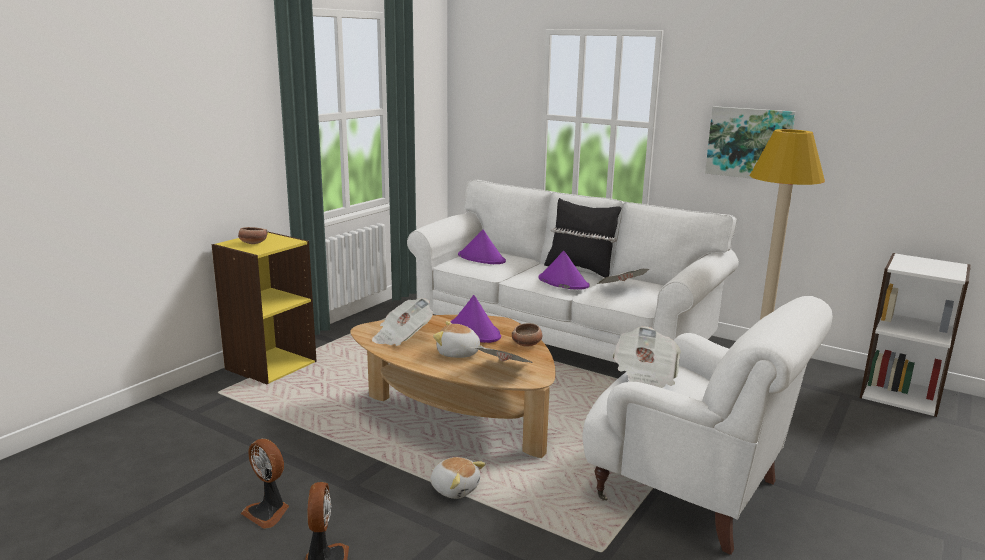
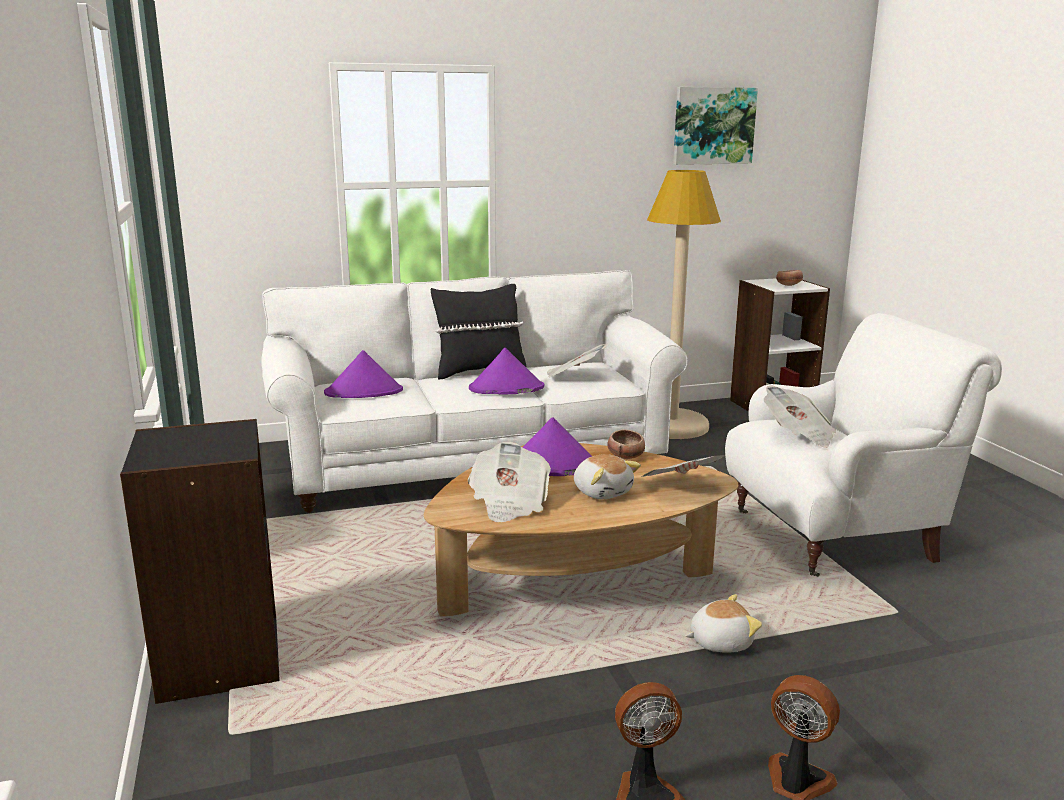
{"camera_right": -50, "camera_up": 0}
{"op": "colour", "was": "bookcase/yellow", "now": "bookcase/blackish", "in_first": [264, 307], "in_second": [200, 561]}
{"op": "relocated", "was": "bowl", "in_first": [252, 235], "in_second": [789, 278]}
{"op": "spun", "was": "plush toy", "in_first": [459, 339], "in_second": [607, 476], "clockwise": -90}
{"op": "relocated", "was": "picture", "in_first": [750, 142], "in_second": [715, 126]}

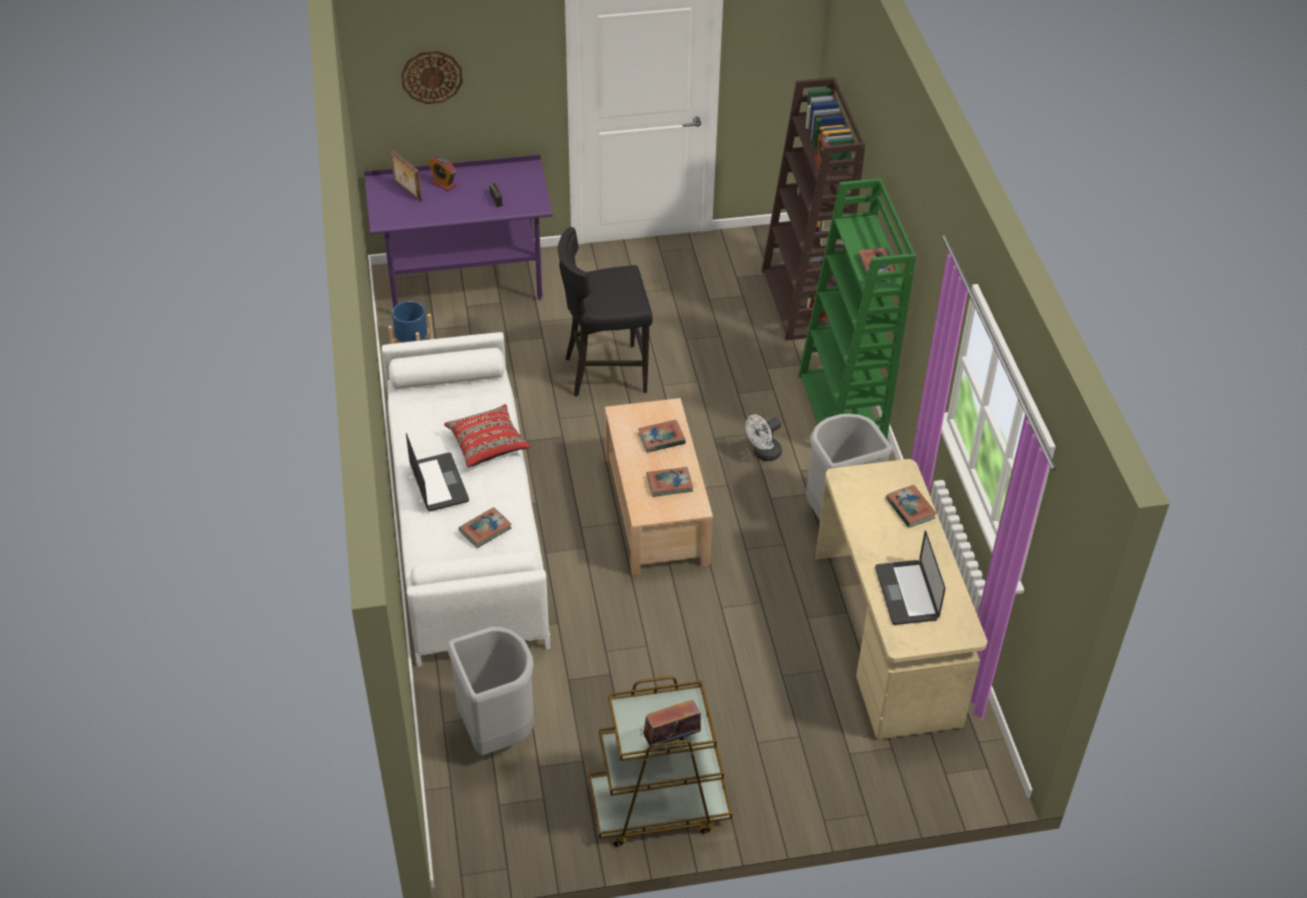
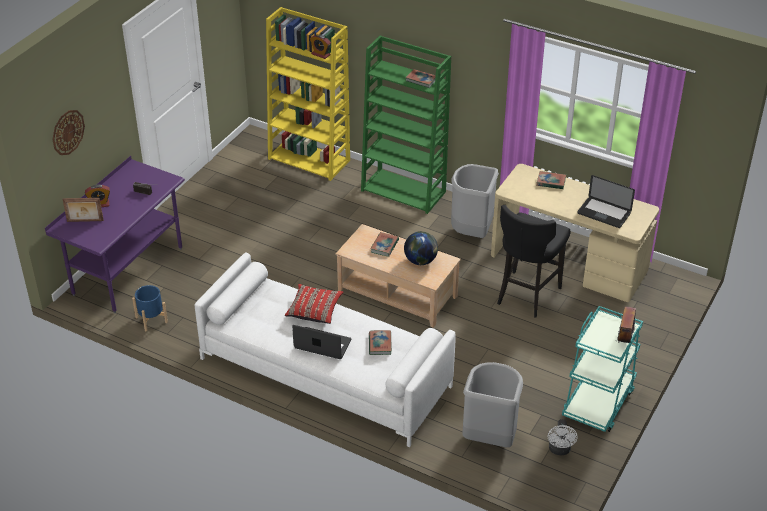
{"camera_right": -50, "camera_up": -5}
{"op": "relocated", "was": "stool/blackish", "in_first": [605, 311], "in_second": [533, 261]}
{"op": "colour", "was": "trolley/brown-coloured", "now": "trolley/turquoise", "in_first": [660, 761], "in_second": [602, 369]}
{"op": "exchanged", "was": "book", "now": "world globe", "in_first": [670, 482], "in_second": [421, 248]}
{"op": "relocated", "was": "cooling fan/whitish", "in_first": [764, 437], "in_second": [563, 437]}
{"op": "colour", "was": "bookcase/brown-coloured", "now": "bookcase/yellow", "in_first": [813, 209], "in_second": [308, 94]}

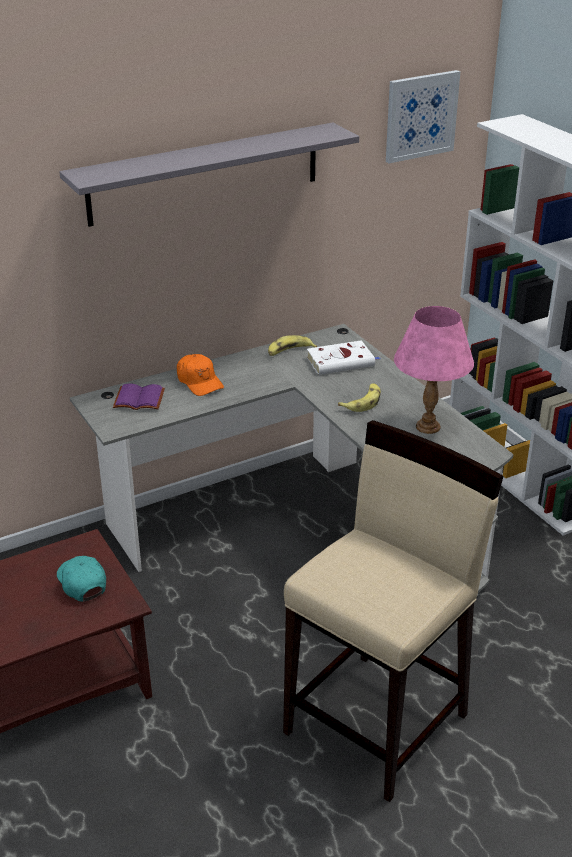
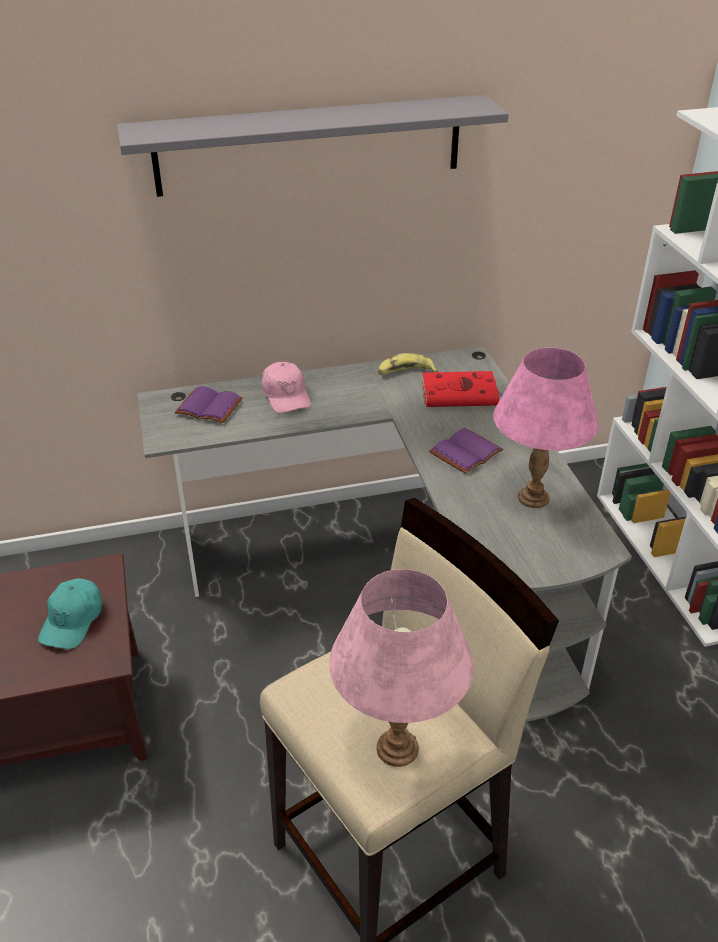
{"camera_right": 15, "camera_up": 5}
{"op": "spun", "was": "peaked cap/turquoise", "in_first": [81, 579], "in_second": [70, 614], "clockwise": -150}
{"op": "colour", "was": "peaked cap/orange", "now": "peaked cap/pink", "in_first": [200, 375], "in_second": [286, 387]}
{"op": "colour", "was": "book/whitish", "now": "book/red-coloured", "in_first": [343, 357], "in_second": [462, 389]}
{"op": "exchanged", "was": "banana fruit", "now": "book/purple", "in_first": [359, 397], "in_second": [466, 451]}
{"op": "missing", "was": "picture", "in_first": [423, 116]}
{"op": "appeared", "now": "table lamp/pink", "in_second": [401, 668]}

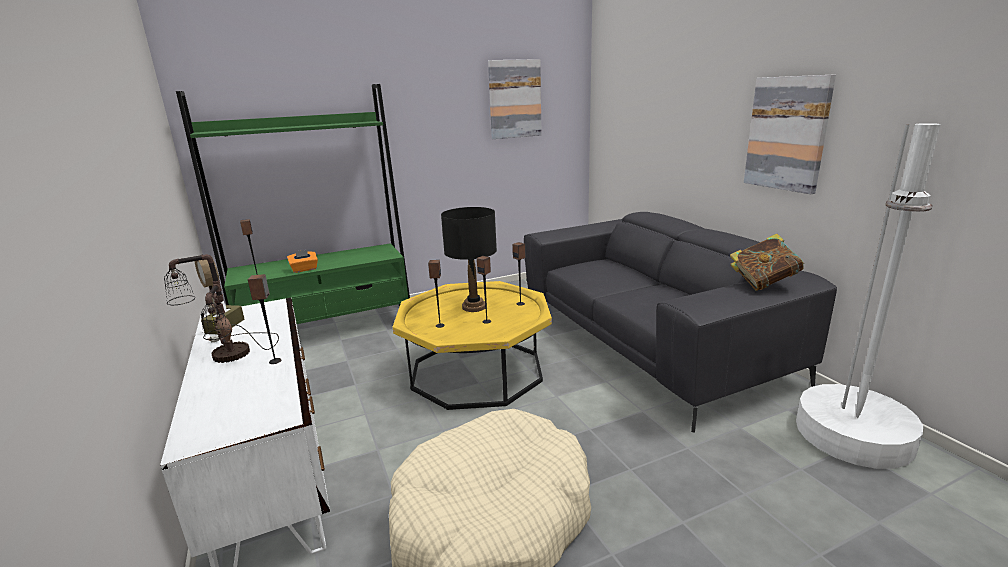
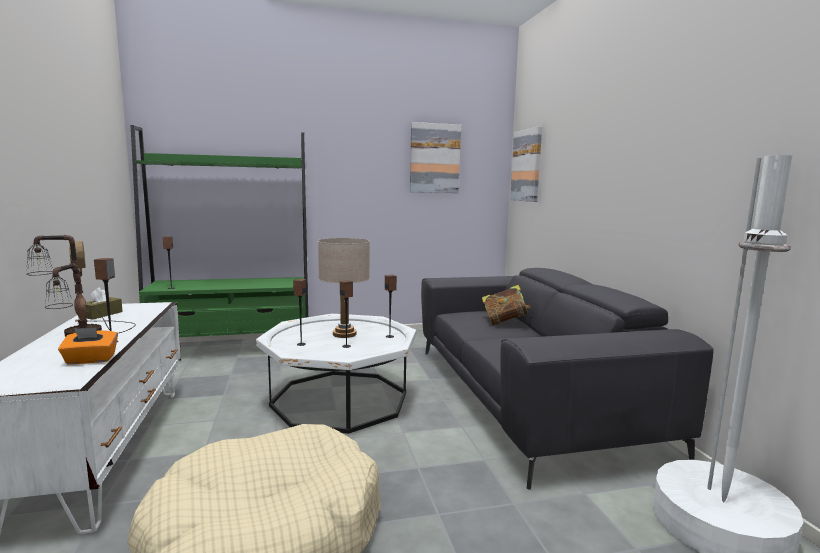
{"camera_right": 10, "camera_up": -10}
{"op": "relocated", "was": "tissue holder/orange", "in_first": [302, 261], "in_second": [88, 346]}
{"op": "colour", "was": "coffee table/yellow", "now": "coffee table/whitish", "in_first": [472, 345], "in_second": [336, 374]}
{"op": "colour", "was": "table lamp/blackish", "now": "table lamp/sand-coloured", "in_first": [469, 259], "in_second": [344, 288]}
{"op": "relocated", "was": "book", "in_first": [767, 262], "in_second": [506, 305]}
{"op": "relocated", "was": "picture", "in_first": [790, 134], "in_second": [526, 164]}

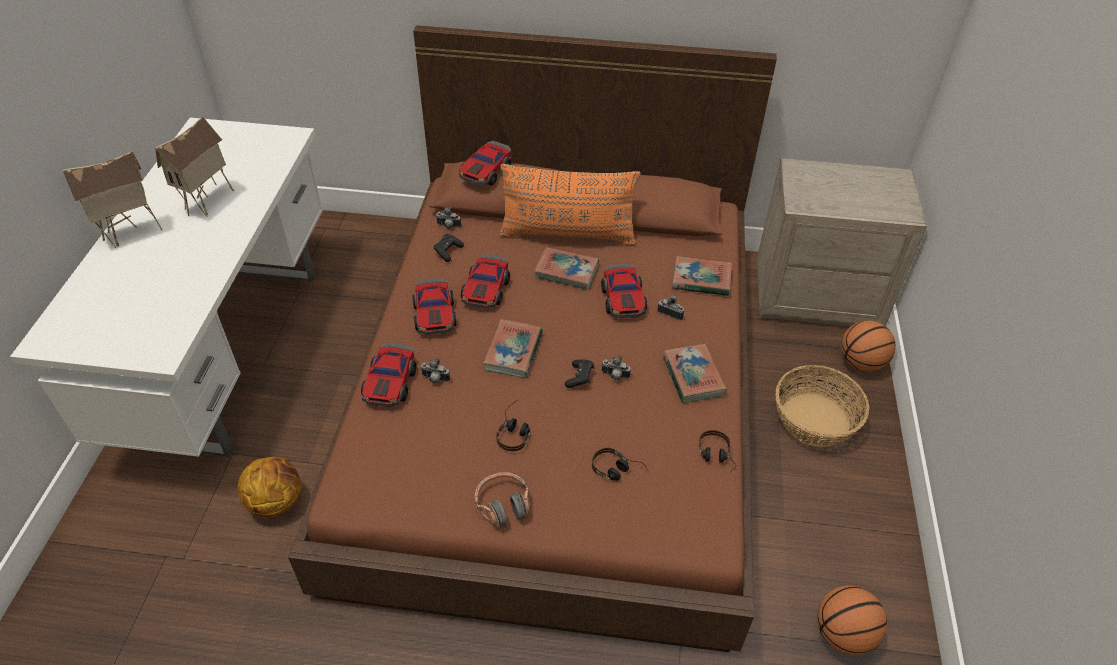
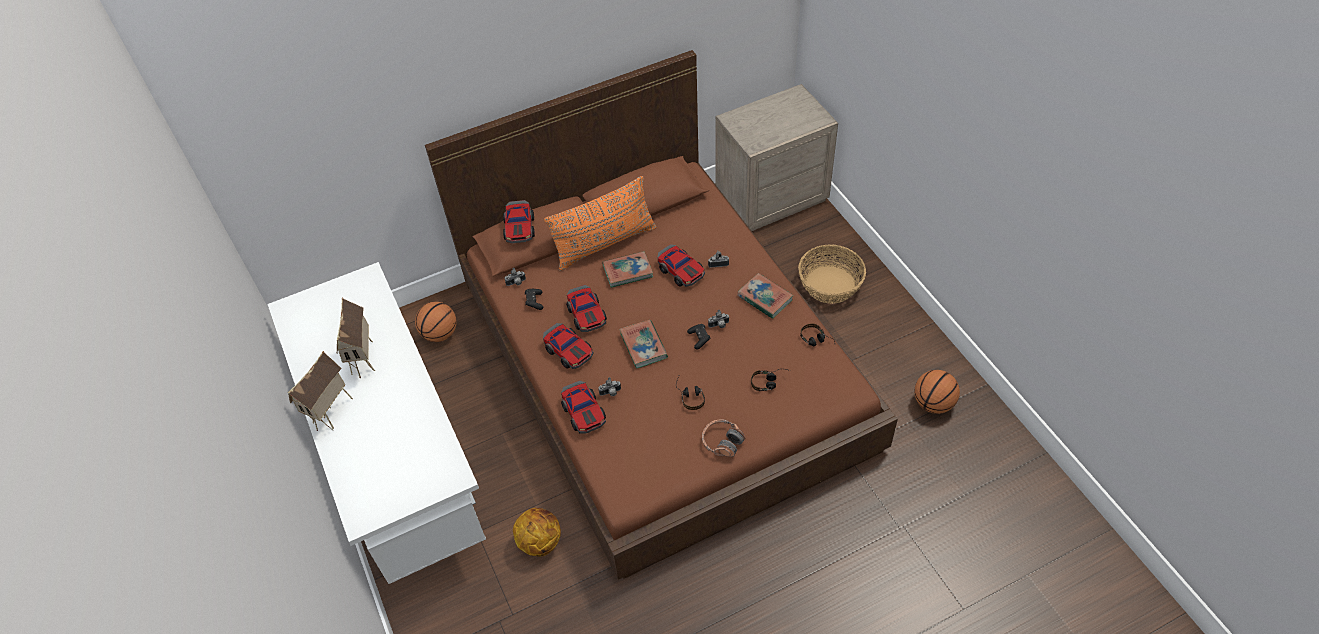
{"camera_right": -30, "camera_up": 5}
{"op": "missing", "was": "book", "in_first": [702, 276]}
{"op": "relocated", "was": "basketball ball", "in_first": [868, 346], "in_second": [436, 322]}

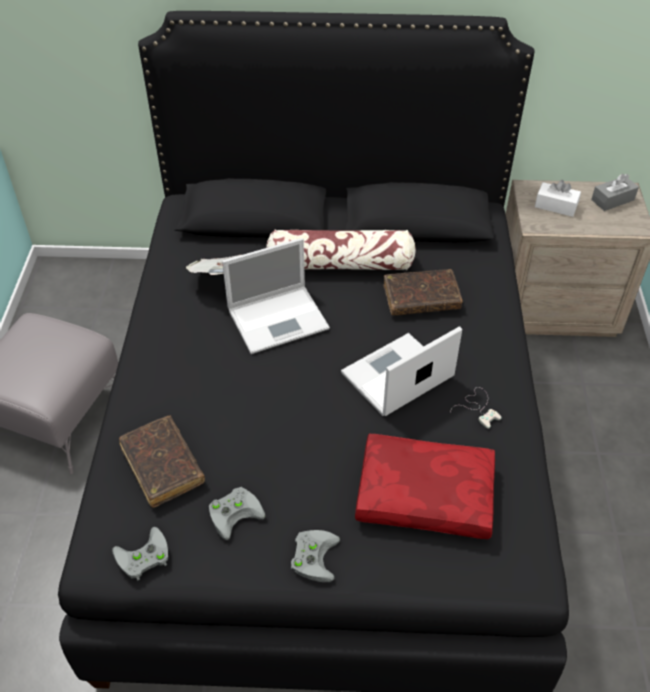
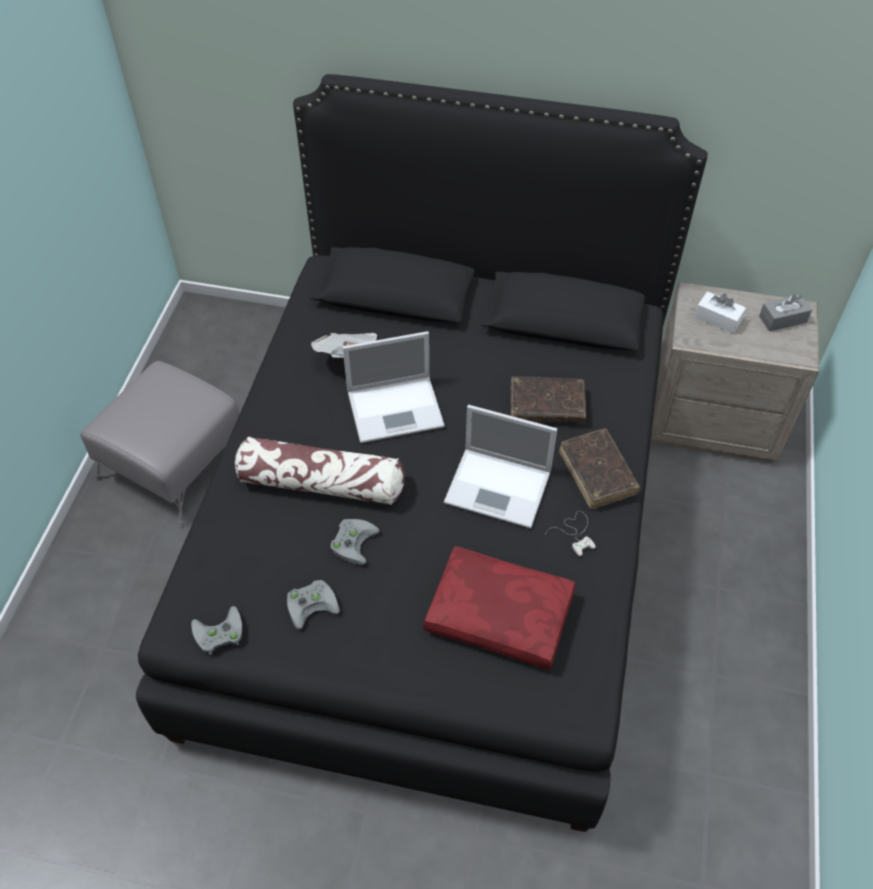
{"camera_right": 10, "camera_up": 5}
{"op": "relocated", "was": "book/brown-coloured", "in_first": [162, 462], "in_second": [599, 469]}
{"op": "relocated", "was": "pillow", "in_first": [341, 250], "in_second": [320, 471]}
{"op": "relocated", "was": "game controller/greyish", "in_first": [315, 556], "in_second": [354, 542]}
{"op": "spun", "was": "laptop", "in_first": [401, 371], "in_second": [500, 467], "clockwise": -135}

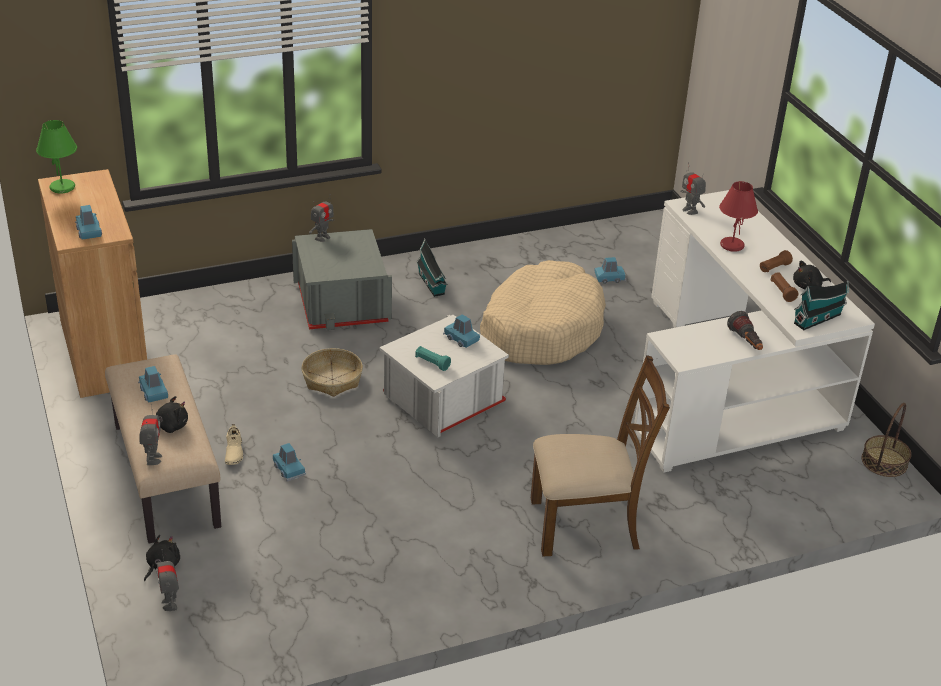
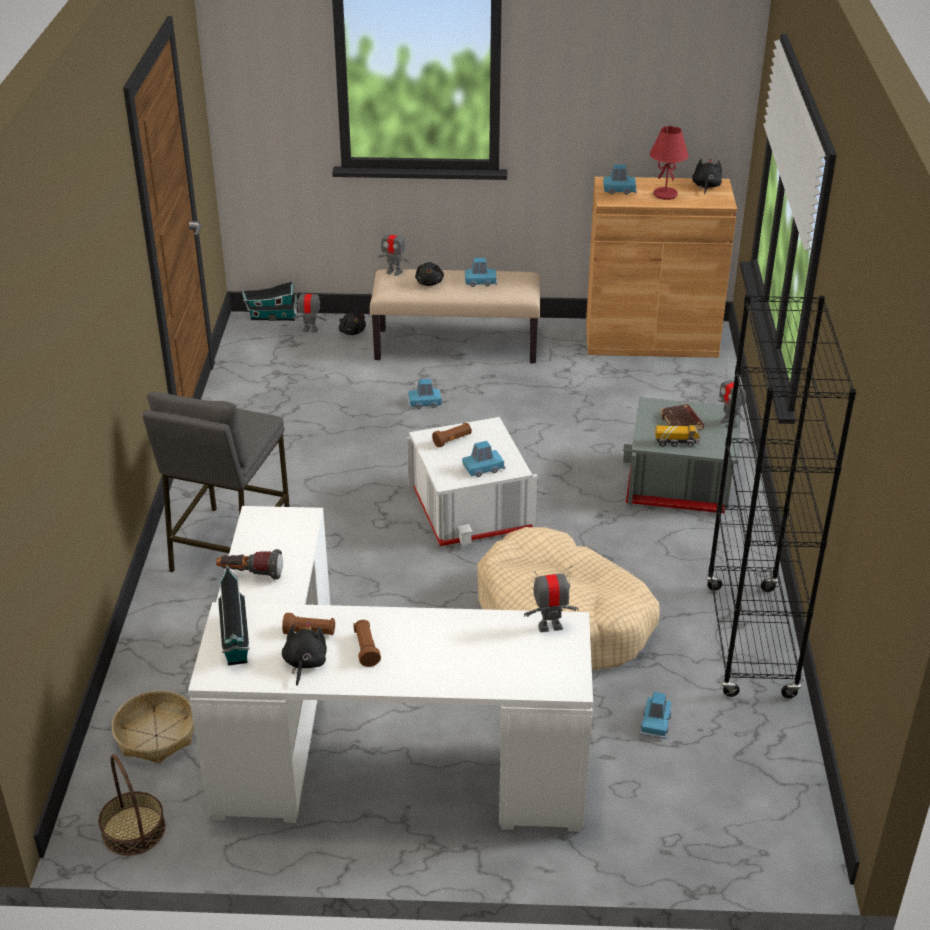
{"camera_right": 115, "camera_up": 0}
{"op": "exchanged", "was": "table lamp/green-coloured", "now": "plush toy/blackish", "in_first": [56, 157], "in_second": [707, 176]}
{"op": "missing", "was": "low shoe/sand-coloured", "in_first": [234, 444]}
{"op": "relocated", "was": "storage basket", "in_first": [332, 372], "in_second": [152, 727]}
{"op": "colour", "was": "torch/turquoise", "now": "torch/brown-coloured", "in_first": [433, 358], "in_second": [452, 435]}
{"op": "relocated", "was": "model house", "in_first": [432, 267], "in_second": [269, 301]}
{"op": "exchanged", "was": "chair/brown-coloured", "now": "stool/greyish", "in_first": [600, 455], "in_second": [216, 482]}
{"op": "relocated", "was": "table lamp/red-coloured", "in_first": [738, 216], "in_second": [669, 163]}
{"op": "appeared", "now": "model truck", "in_second": [678, 436]}
{"op": "appeared", "now": "book/brown-coloured", "in_second": [682, 417]}
{"op": "appeared", "now": "bookcase/blackish", "in_second": [781, 496]}

